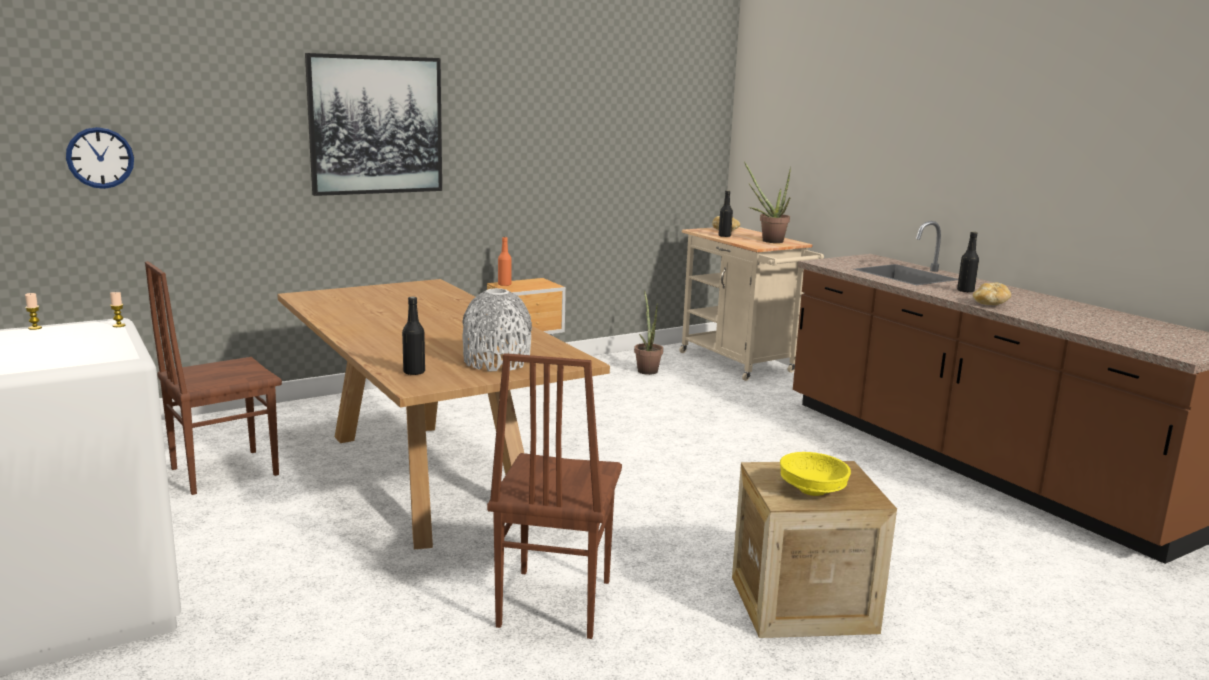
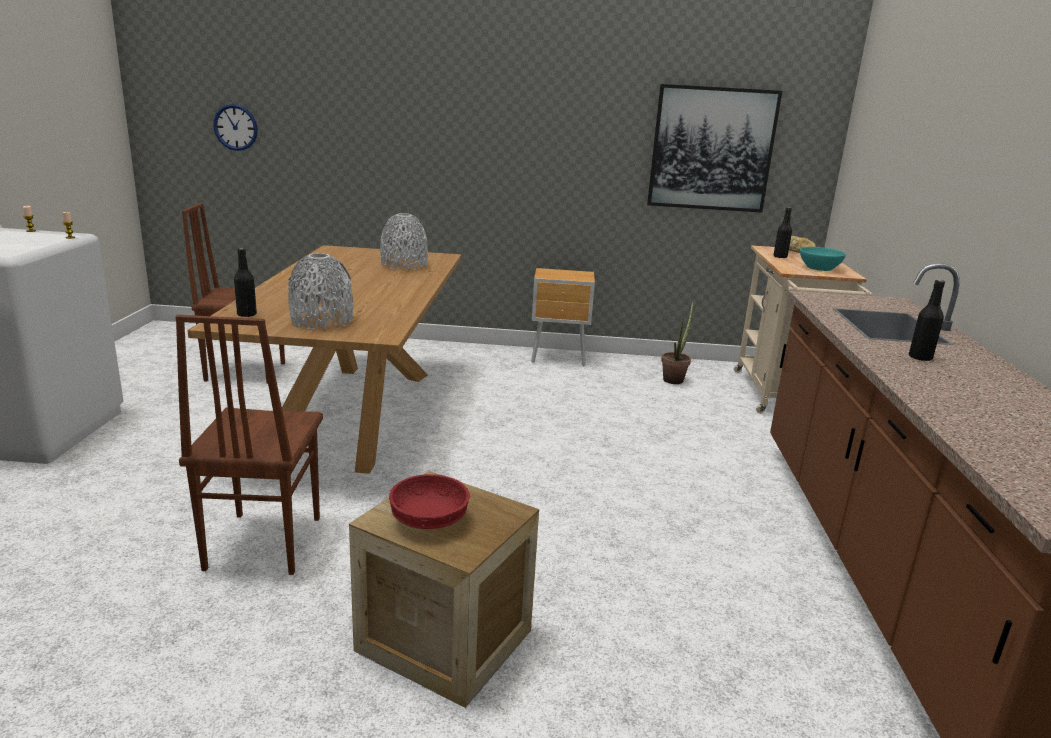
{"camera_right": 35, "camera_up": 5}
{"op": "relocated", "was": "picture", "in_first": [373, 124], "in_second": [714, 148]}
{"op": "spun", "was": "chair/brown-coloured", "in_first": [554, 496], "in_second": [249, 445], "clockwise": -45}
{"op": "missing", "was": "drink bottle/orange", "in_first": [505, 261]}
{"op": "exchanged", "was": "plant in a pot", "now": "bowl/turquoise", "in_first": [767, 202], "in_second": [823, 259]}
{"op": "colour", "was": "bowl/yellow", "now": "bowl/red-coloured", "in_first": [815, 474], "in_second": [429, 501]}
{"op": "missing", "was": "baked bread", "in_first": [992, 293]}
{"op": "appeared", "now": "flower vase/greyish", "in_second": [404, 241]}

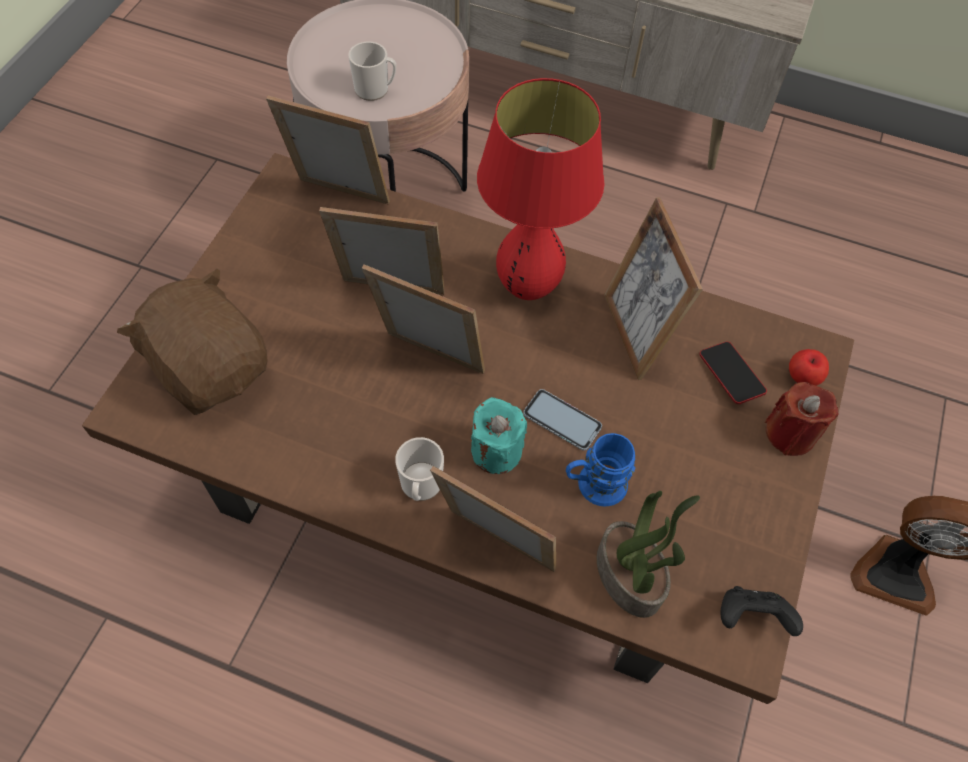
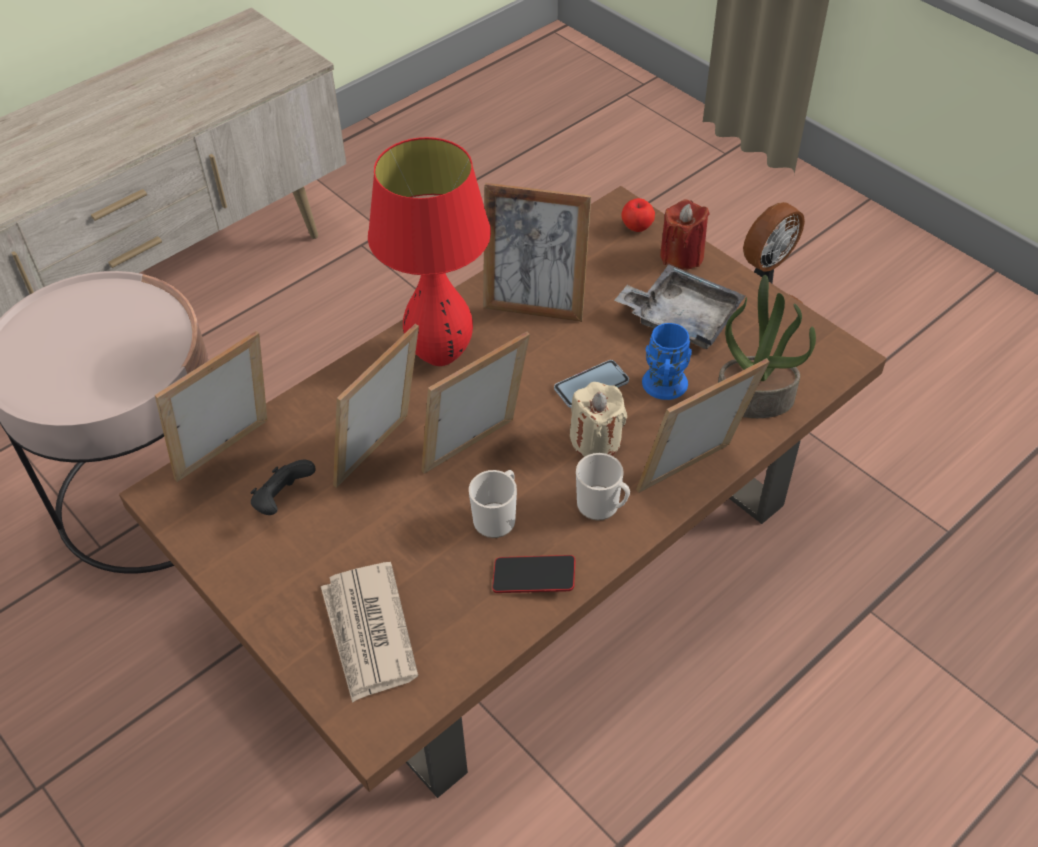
{"camera_right": -60, "camera_up": -10}
{"op": "exchanged", "was": "plush toy/brown-coloured", "now": "printed paper", "in_first": [192, 342], "in_second": [369, 632]}
{"op": "relocated", "was": "coffee mug", "in_first": [372, 71], "in_second": [493, 504]}
{"op": "colour", "was": "candle/turquoise", "now": "candle/sand-coloured", "in_first": [499, 435], "in_second": [598, 419]}
{"op": "relocated", "was": "telephone", "in_first": [733, 373], "in_second": [533, 574]}
{"op": "relocated", "was": "game controller/blackish", "in_first": [761, 611], "in_second": [282, 487]}
{"op": "appeared", "now": "serving tray/greyish", "in_second": [679, 306]}

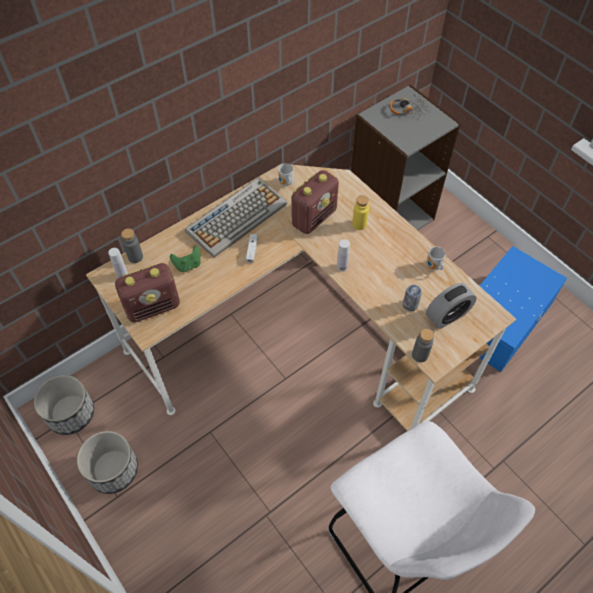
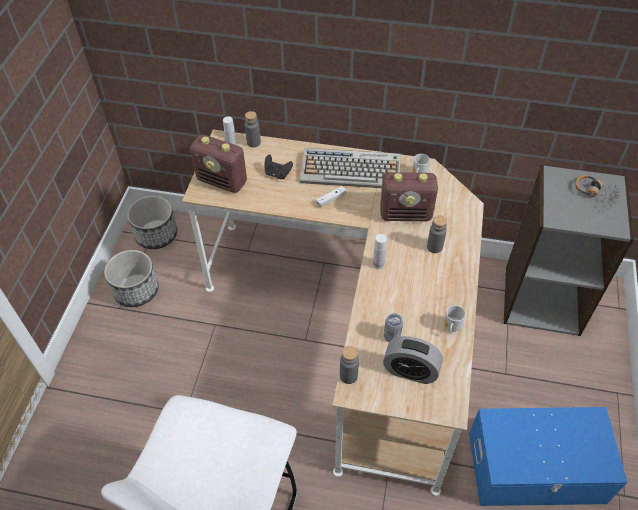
{"camera_right": 50, "camera_up": -5}
{"op": "colour", "was": "game controller/green-coloured", "now": "game controller/blackish", "in_first": [185, 258], "in_second": [279, 166]}
{"op": "colour", "was": "drink bottle/yellow", "now": "drink bottle/greyish", "in_first": [360, 212], "in_second": [437, 234]}

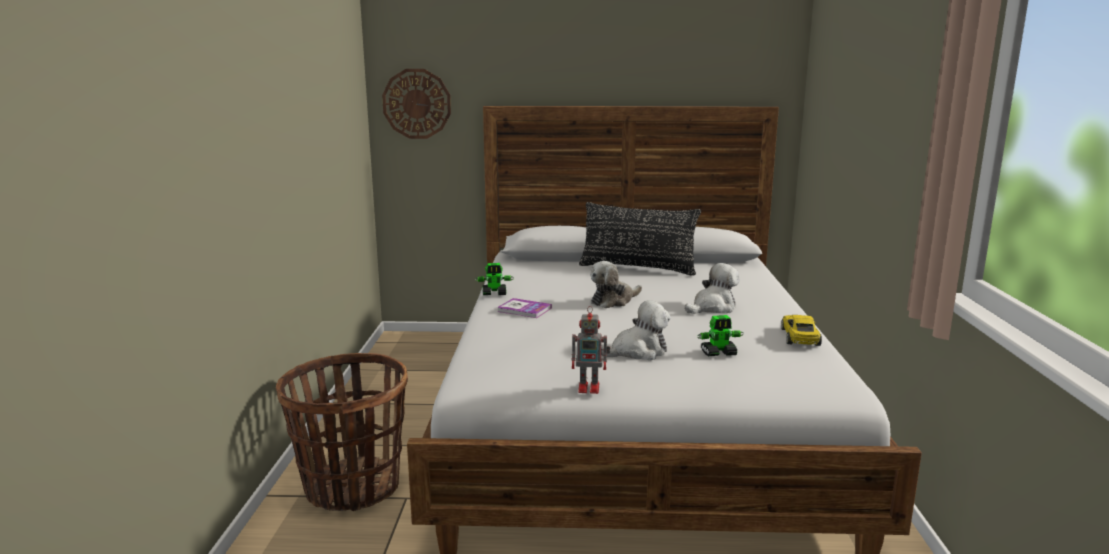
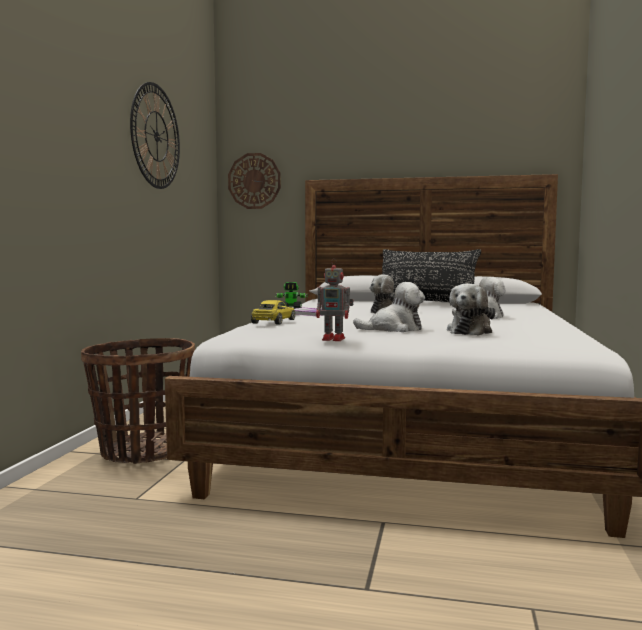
{"camera_right": 10, "camera_up": -10}
{"op": "exchanged", "was": "model robot", "now": "plush toy", "in_first": [720, 335], "in_second": [471, 309]}
{"op": "relocated", "was": "model car/yellow", "in_first": [801, 330], "in_second": [273, 312]}
{"op": "appeared", "now": "clock on the wall", "in_second": [155, 135]}

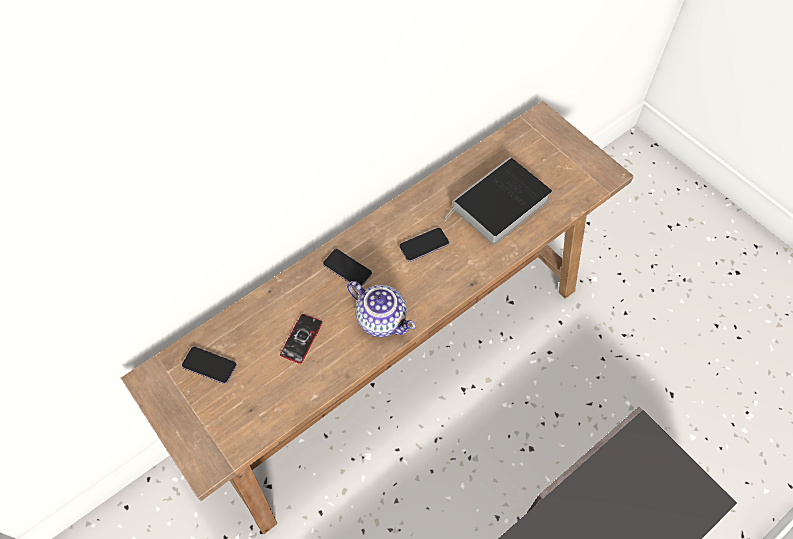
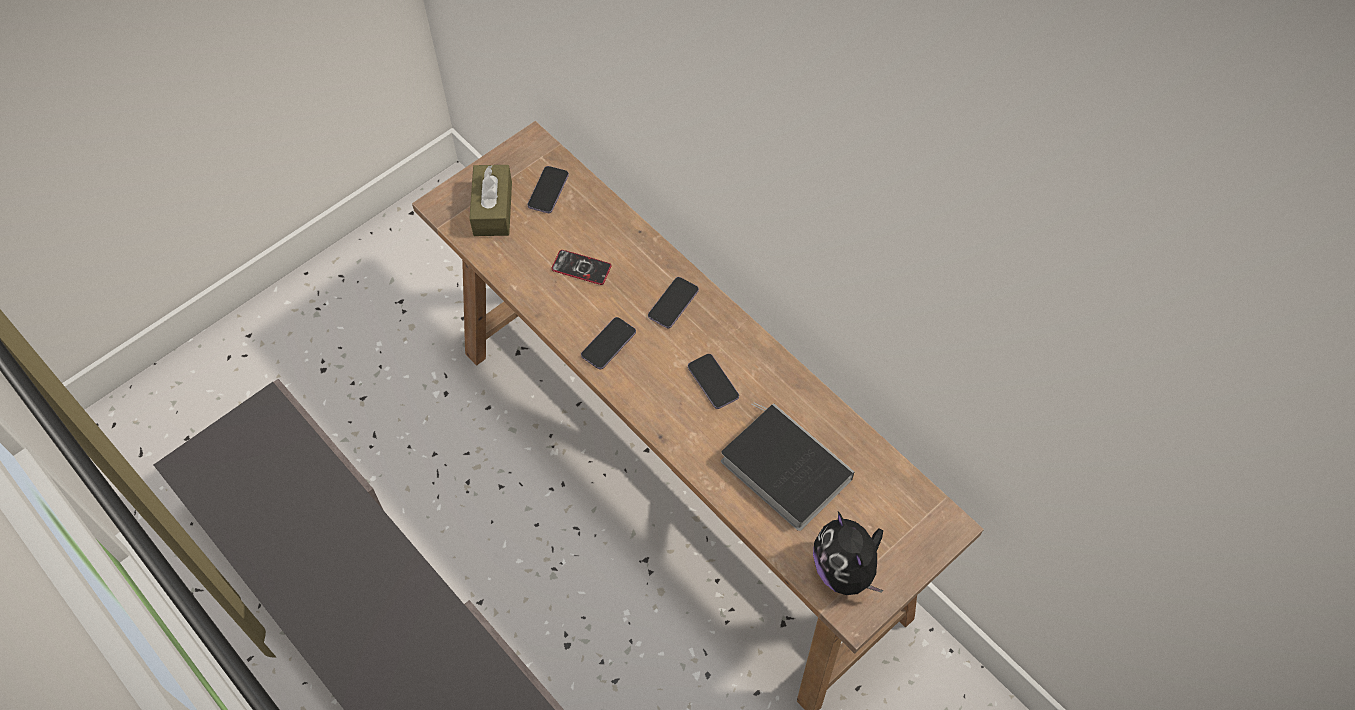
{"camera_right": 85, "camera_up": 0}
{"op": "exchanged", "was": "pot for tea", "now": "telephone", "in_first": [381, 309], "in_second": [608, 343]}
{"op": "appeared", "now": "tissue holder/brown-coloured", "in_second": [490, 200]}
{"op": "appeared", "now": "plush toy", "in_second": [848, 553]}

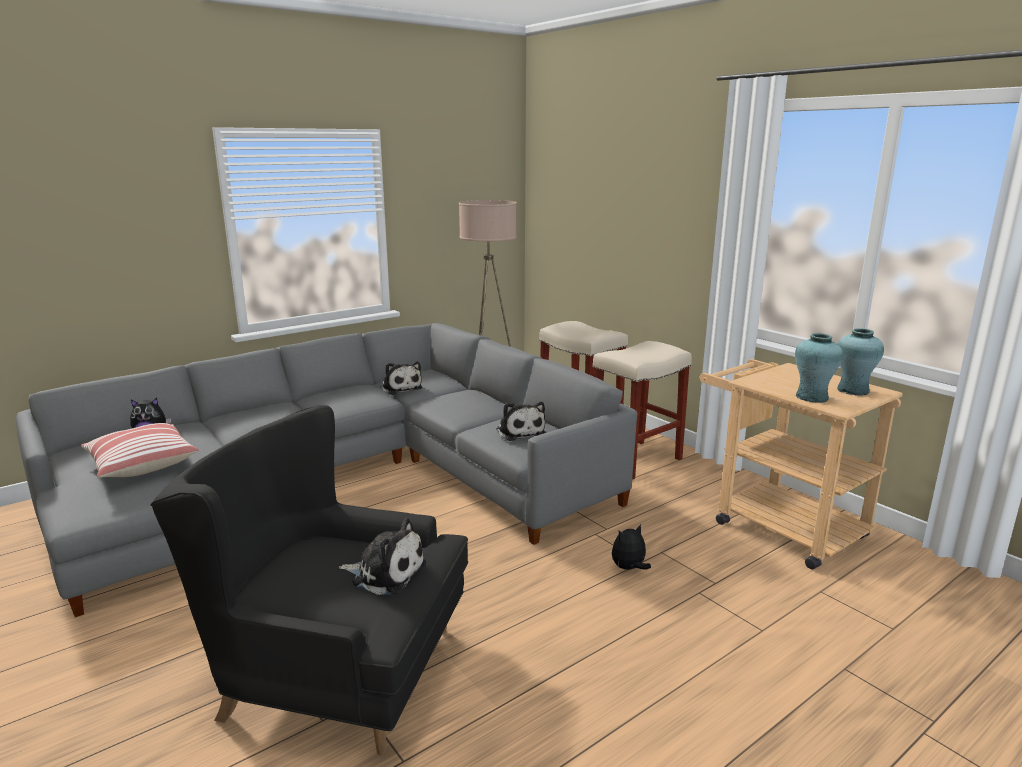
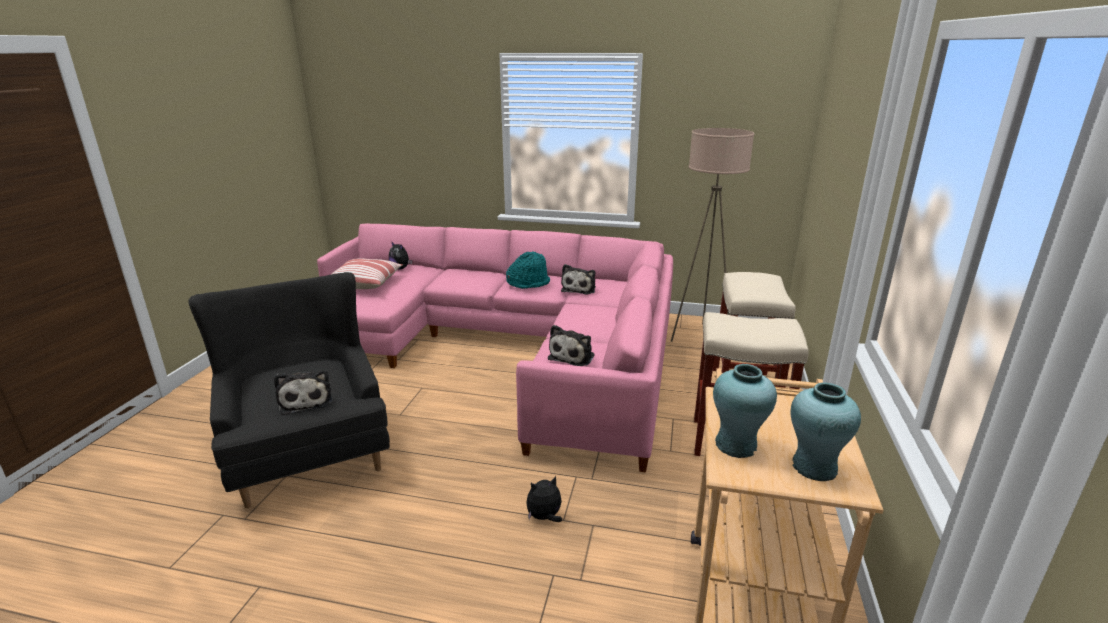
{"camera_right": 50, "camera_up": 5}
{"op": "colour", "was": "sofa/greyish", "now": "sofa/pink", "in_first": [327, 470], "in_second": [495, 348]}
{"op": "spun", "was": "plush toy", "in_first": [631, 547], "in_second": [544, 499], "clockwise": -45}
{"op": "appeared", "now": "hat/turquoise", "in_second": [528, 270]}

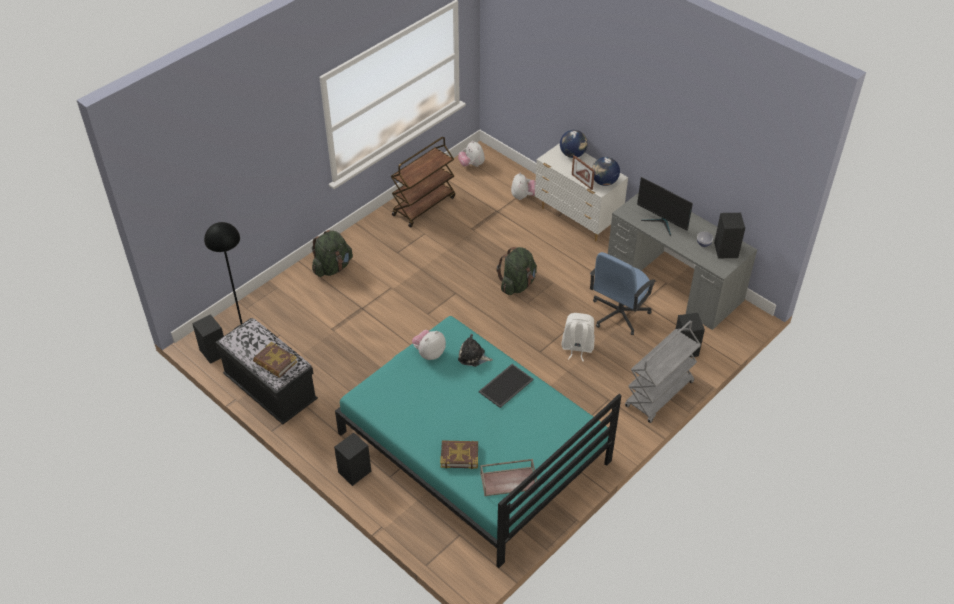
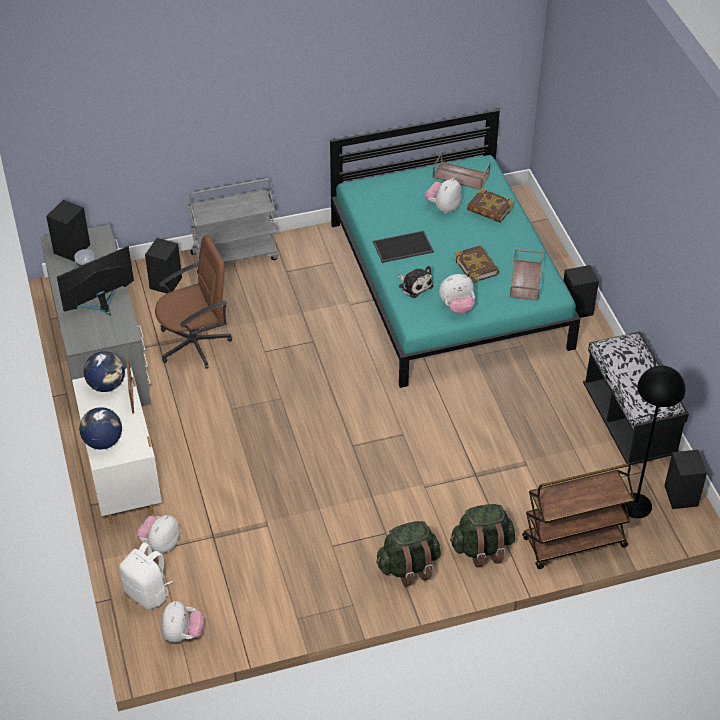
{"camera_right": -150, "camera_up": 0}
{"op": "relocated", "was": "book", "in_first": [275, 360], "in_second": [476, 264]}
{"op": "relocated", "was": "trolley/brown-coloured", "in_first": [423, 182], "in_second": [578, 516]}
{"op": "relocated", "was": "rucksack/green-coloured", "in_first": [517, 271], "in_second": [408, 554]}
{"op": "relocated", "was": "rucksack/whitish", "in_first": [578, 337], "in_second": [146, 576]}
{"op": "colour", "was": "office chair/blue-coloured", "now": "office chair/brown-coloured", "in_first": [623, 293], "in_second": [193, 302]}
{"op": "spun", "was": "computer display", "in_first": [665, 206], "in_second": [95, 281], "clockwise": -105}
{"op": "appeared", "now": "plush toy", "in_second": [443, 195]}
{"op": "appeared", "now": "serving tray/brown-coloured", "in_second": [526, 275]}

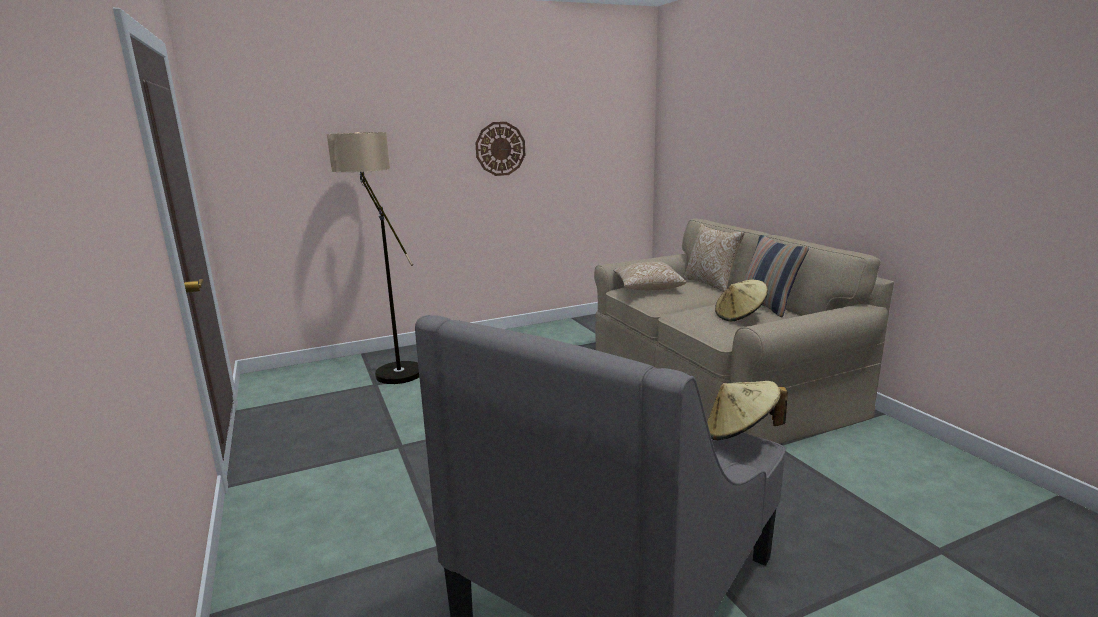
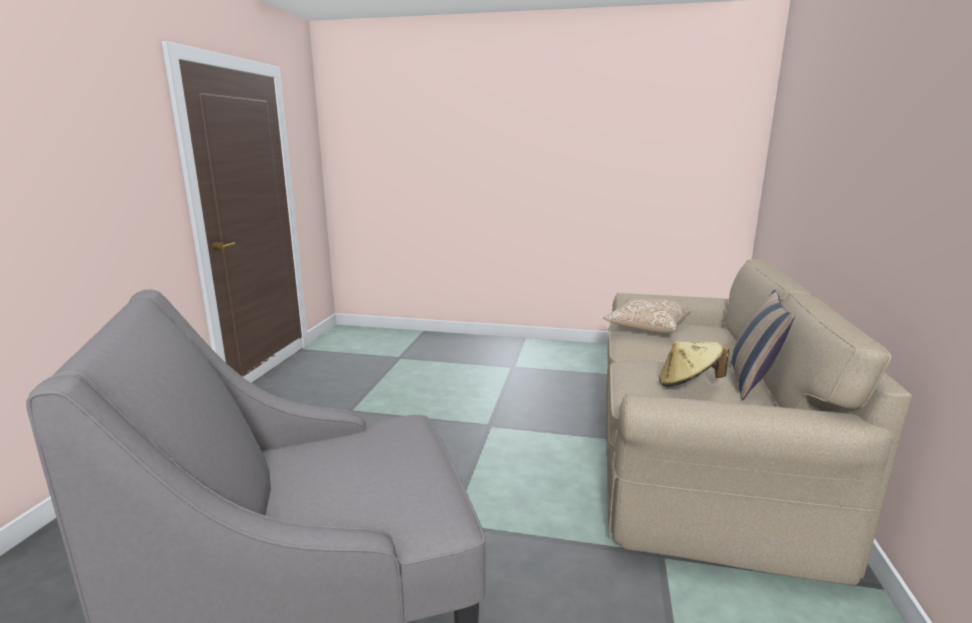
{"camera_right": 35, "camera_up": 0}
{"op": "missing", "was": "standard lamp", "in_first": [373, 258]}
{"op": "missing", "was": "clock on the wall", "in_first": [500, 149]}
{"op": "missing", "was": "pillow", "in_first": [714, 258]}
{"op": "missing", "was": "hat/sand-coloured", "in_first": [747, 410]}

